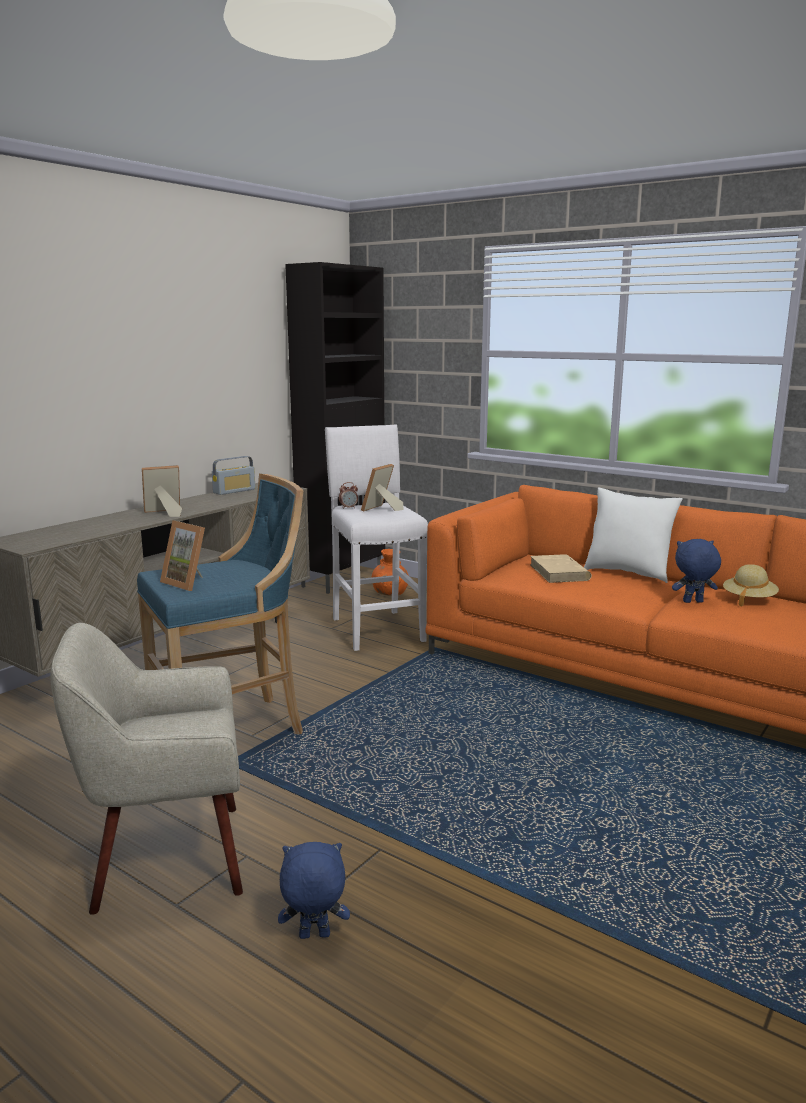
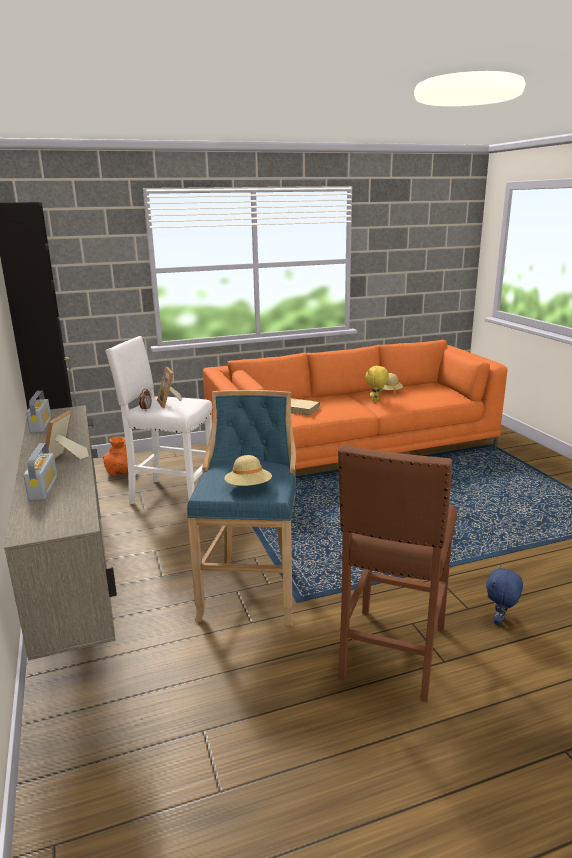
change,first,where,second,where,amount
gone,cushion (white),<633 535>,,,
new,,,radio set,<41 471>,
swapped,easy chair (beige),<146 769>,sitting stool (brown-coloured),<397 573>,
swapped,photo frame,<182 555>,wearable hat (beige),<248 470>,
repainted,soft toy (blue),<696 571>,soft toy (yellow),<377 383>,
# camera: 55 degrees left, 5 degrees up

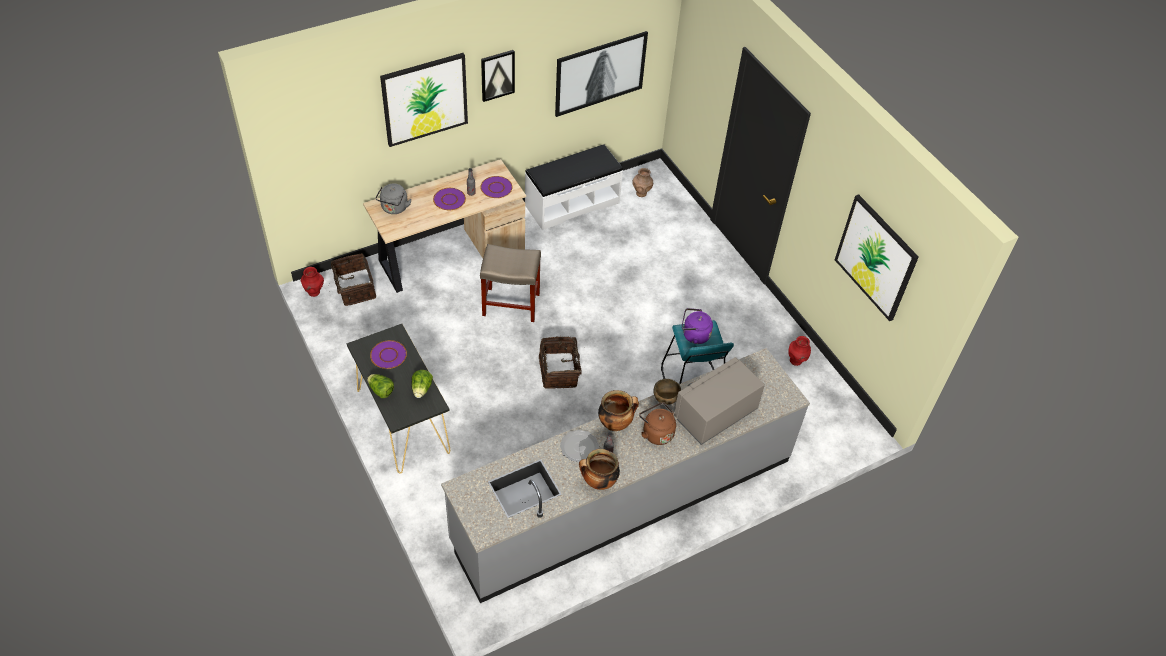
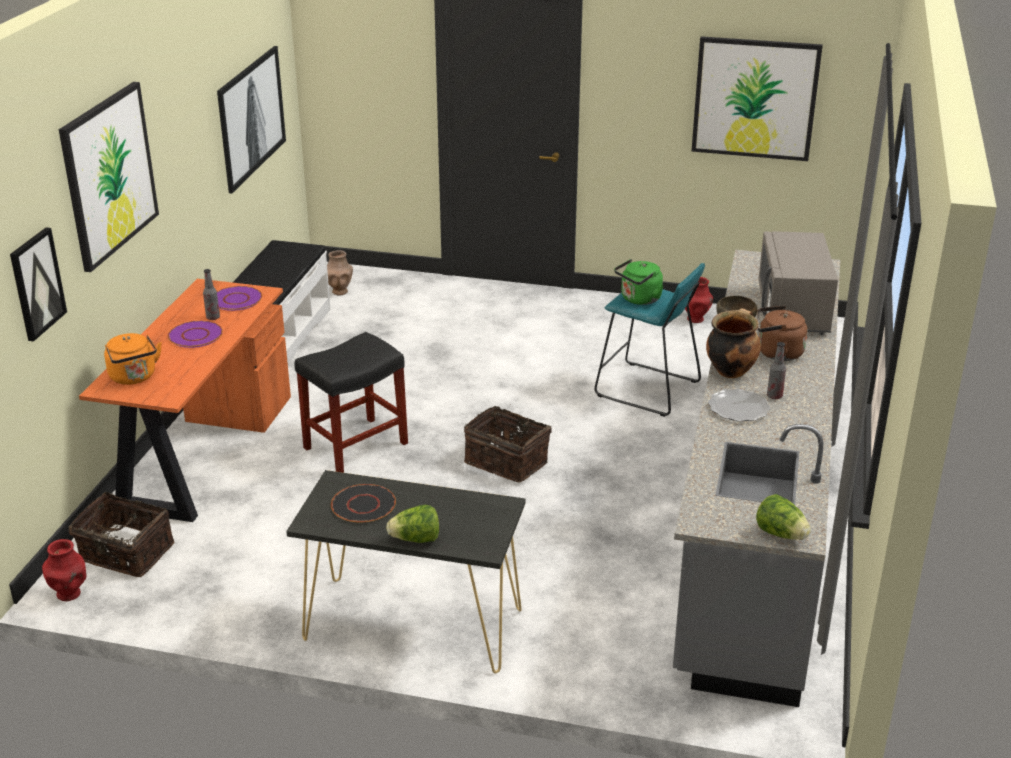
change,first,where,second,where,amount
gone,stockpot,<599 469>,,,
shifted,lettuce,<422 384>,,<783 517>,
shifted,wall picture,<498 76>,,<38 284>,
repainted,desk (beige),<444 226>,desk (orangey),<185 400>,
repainted,plate (purple),<388 354>,plate (black),<363 503>,
repainted,tea kettle (gray),<393 198>,tea kettle (orangey),<133 359>,
repainted,sitting stool (beige),<510 283>,sitting stool (black),<351 402>,
repainted,tea kettle (purple),<697 326>,tea kettle (green-coloured),<638 282>,
# camera: 45 degrees left, 20 degrees down

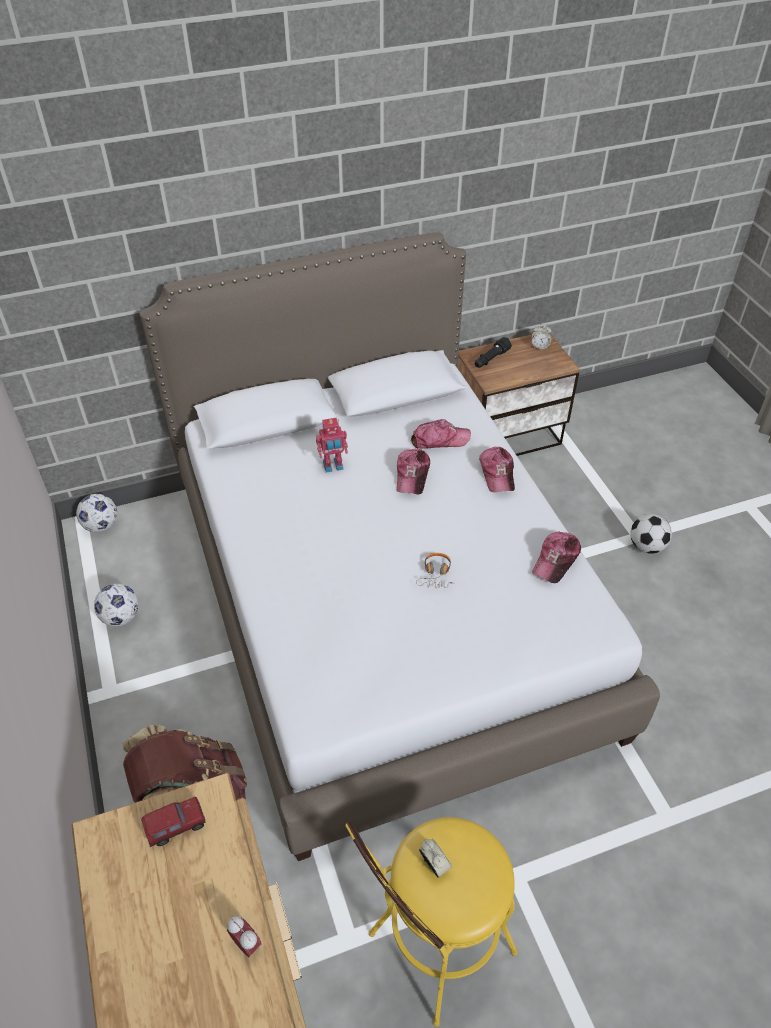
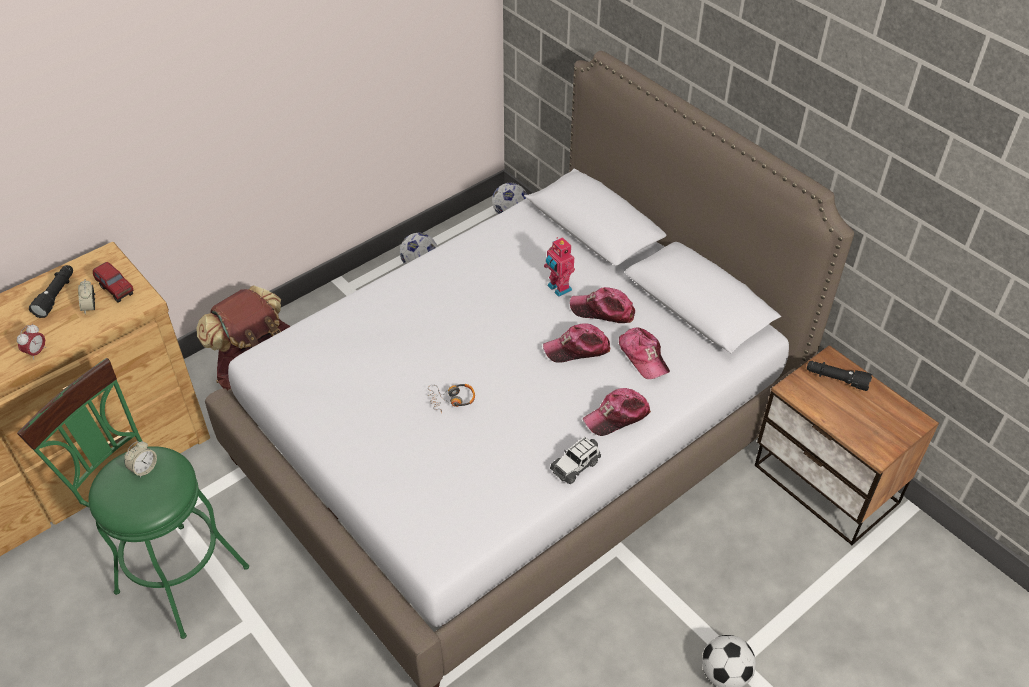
change,first,where,second,where,amount
new,,,flashlight (black),<51 291>,
new,,,toy car,<575 460>,
shifted,bedside clock,<542 336>,,<86 296>,
shifted,baseball cap,<556 557>,,<602 305>,
repainted,sitting stool (yellow),<431 922>,sitting stool (green-coloured),<133 498>,
# camera: 70 degrees right, 0 degrees up

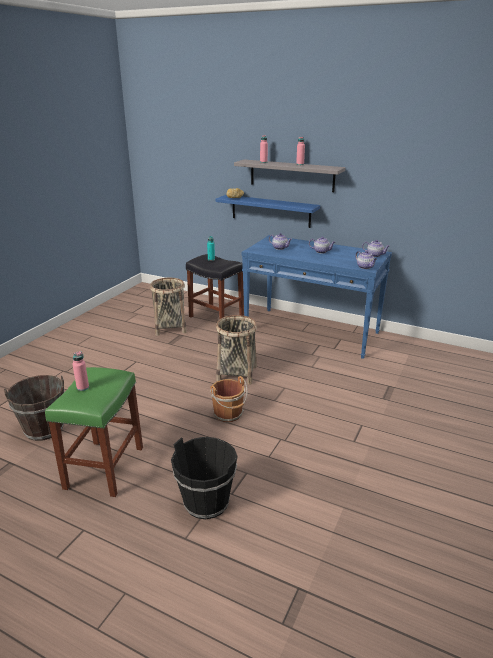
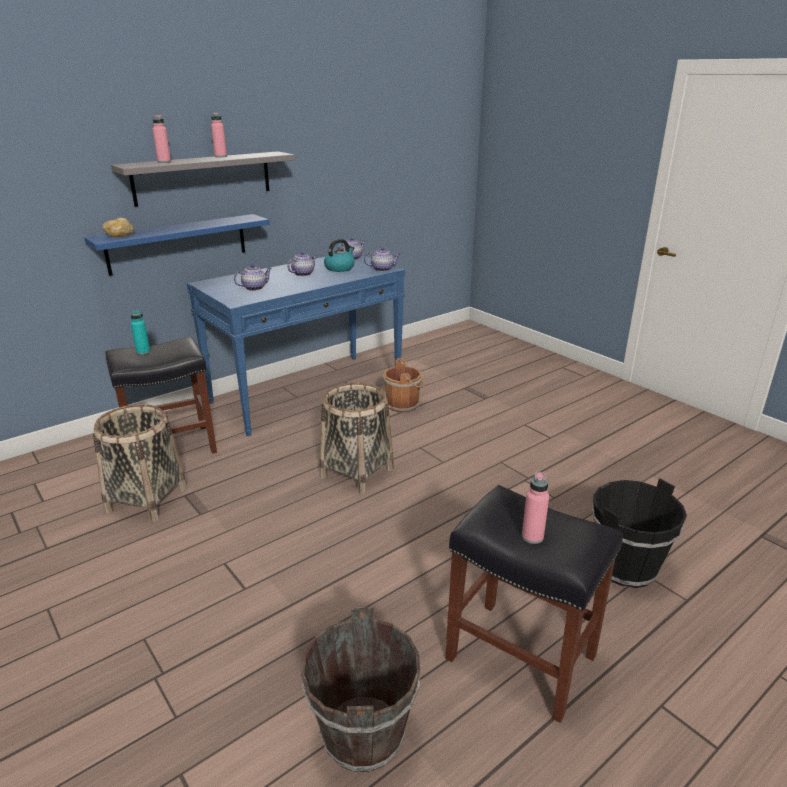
change,first,where,second,where,amount
new,,,tea kettle,<339 255>,
shifted,water bucket (brown-coloured),<228 399>,,<404 385>,
repainted,sitting stool (green-coloured),<94 432>,sitting stool (black),<534 604>,
# camera: 65 degrees left, 0 degrees up

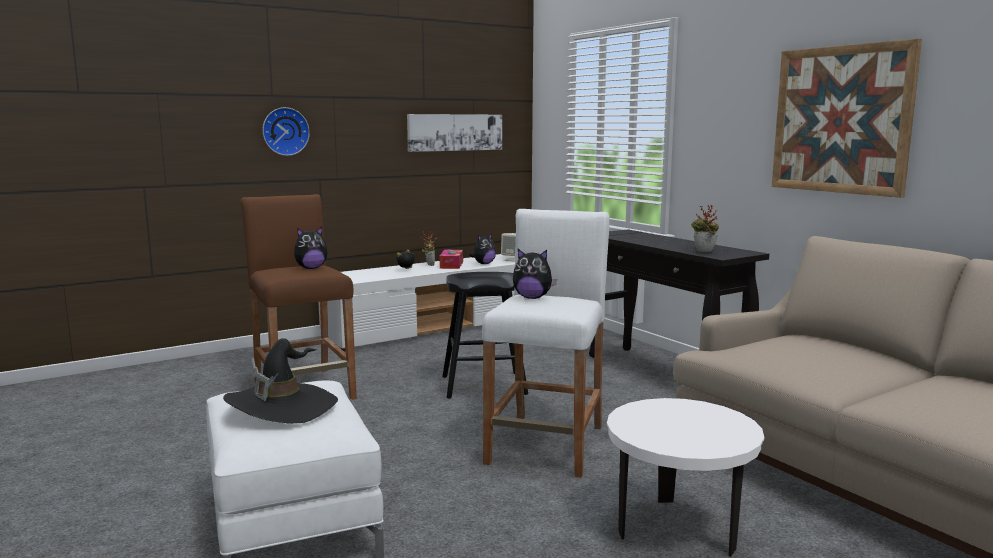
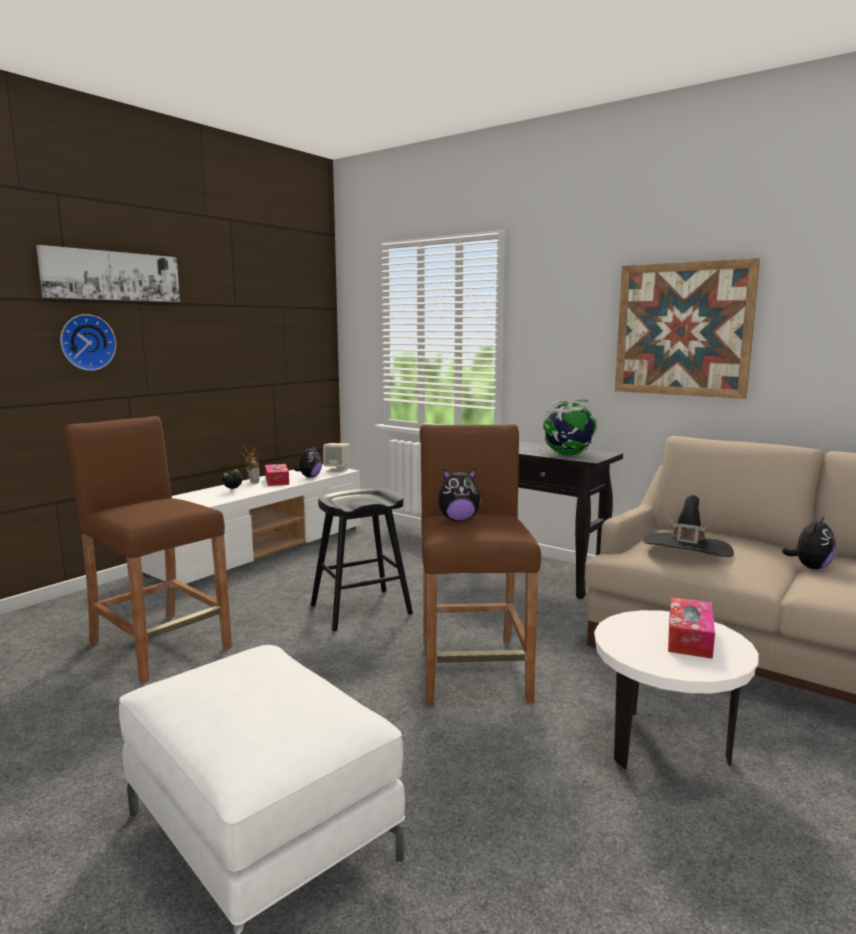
change,first,where,second,where,amount
new,,,box of tissues,<691 628>,
shifted,wearable hat (black),<280 380>,,<688 526>,
shifted,soft toy,<311 248>,,<809 542>,
shifted,wall picture,<454 133>,,<108 273>,
swapped,plant in a pot,<705 228>,globe,<570 427>,
repainted,sitting stool (white),<546 343>,sitting stool (brown-coloured),<480 565>,
# camera: 20 degrees left, 0 degrees up

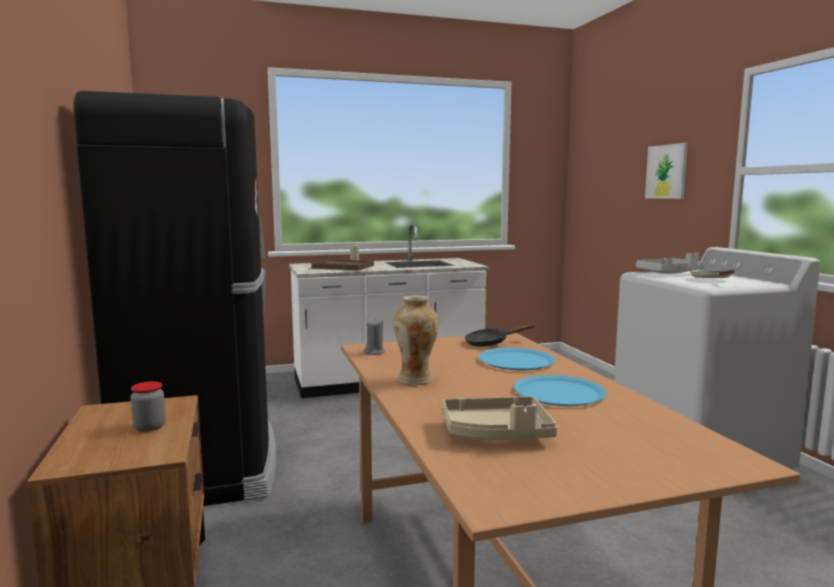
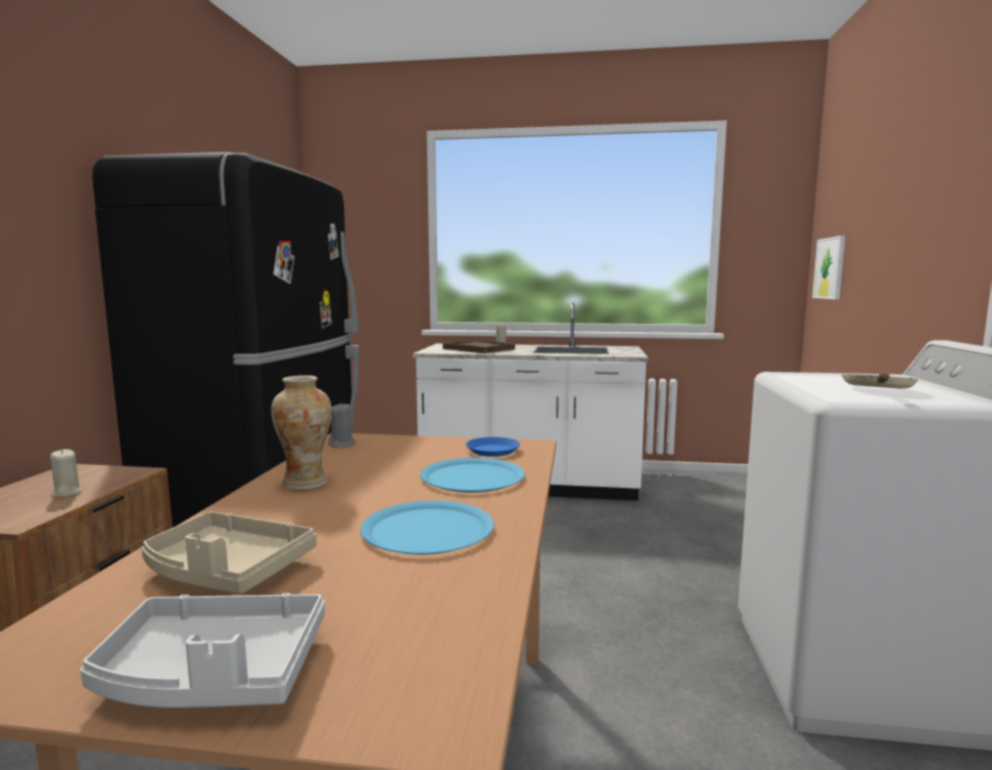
change,first,where,second,where,amount
shifted,carrying tray (gray),<670 263>,,<202 650>,
shifted,wall picture,<666 171>,,<828 268>,
swapped,storage jar,<148 406>,candle (beige),<66 473>,
swapped,skillet (black),<500 335>,plate (blue),<493 447>,
# camera: 25 degrees right, 0 degrees up

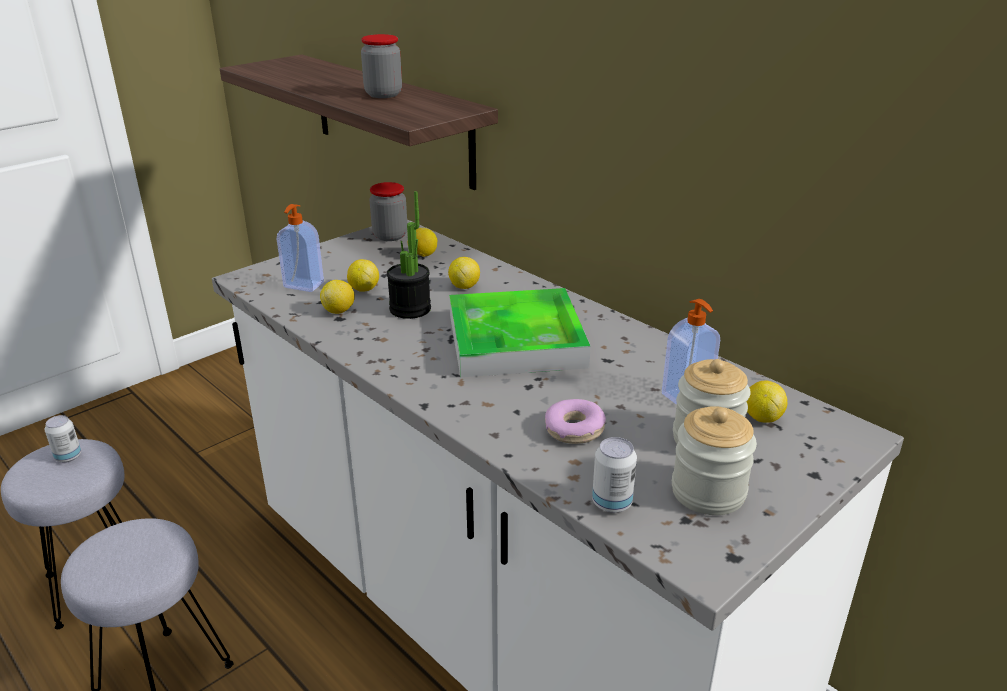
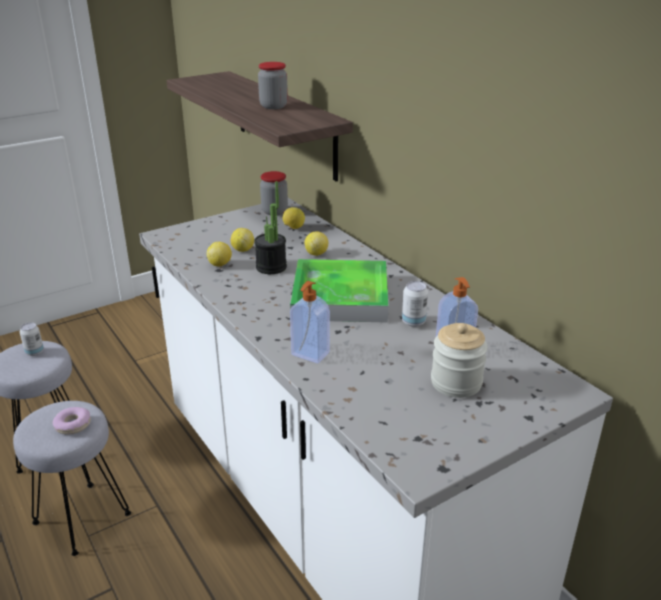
change,first,where,second,where,amount
gone,storage jar,<714 460>,,,
gone,citrus fruit,<766 402>,,,
shifted,soap dispenser,<300 248>,,<310 322>,
shifted,donut,<575 421>,,<71 420>,
shifted,sealed can,<614 475>,,<415 304>,
# camera: 10 degrees right, 0 degrees up

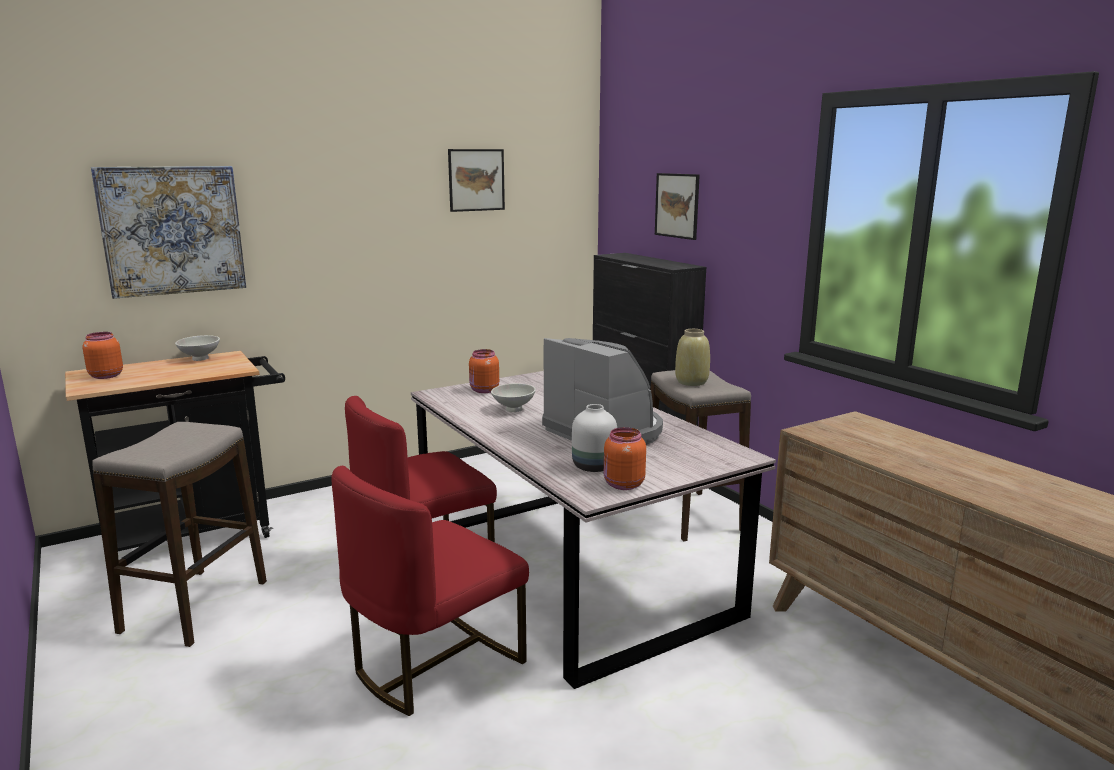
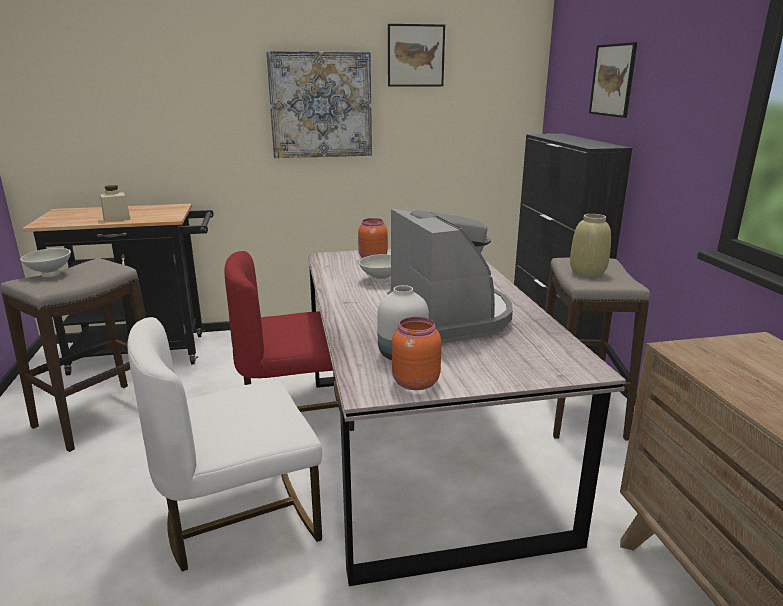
change,first,where,second,where,amount
gone,storage jar (orangey),<103 355>,,,
new,,,storage jar (beige),<115 203>,
shifted,wall picture,<168 232>,,<319 104>,
shifted,bowl (white),<197 348>,,<45 262>,
repainted,upright chair (red),<430 591>,upright chair (white),<224 444>,
# camera: 20 degrees right, 5 degrees up

